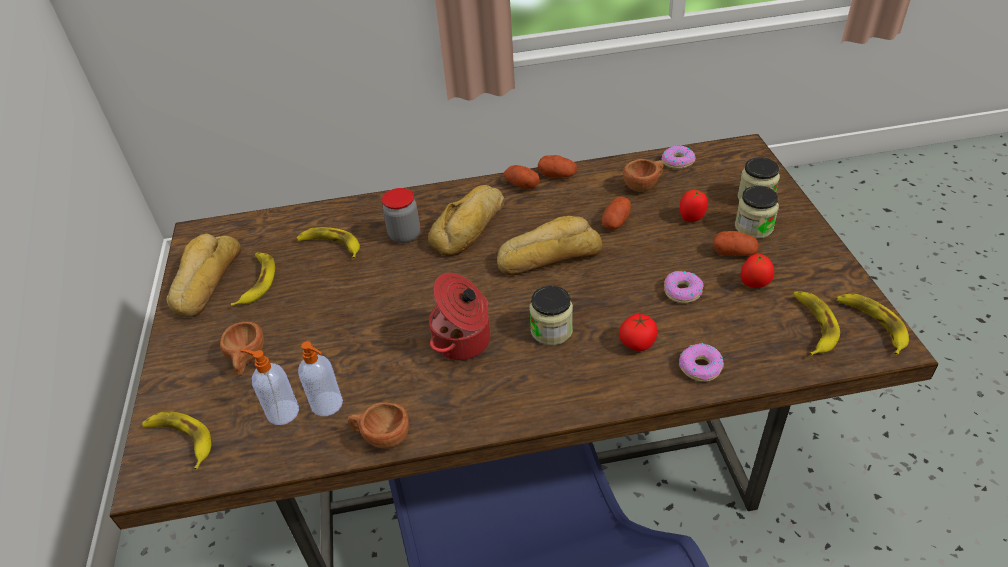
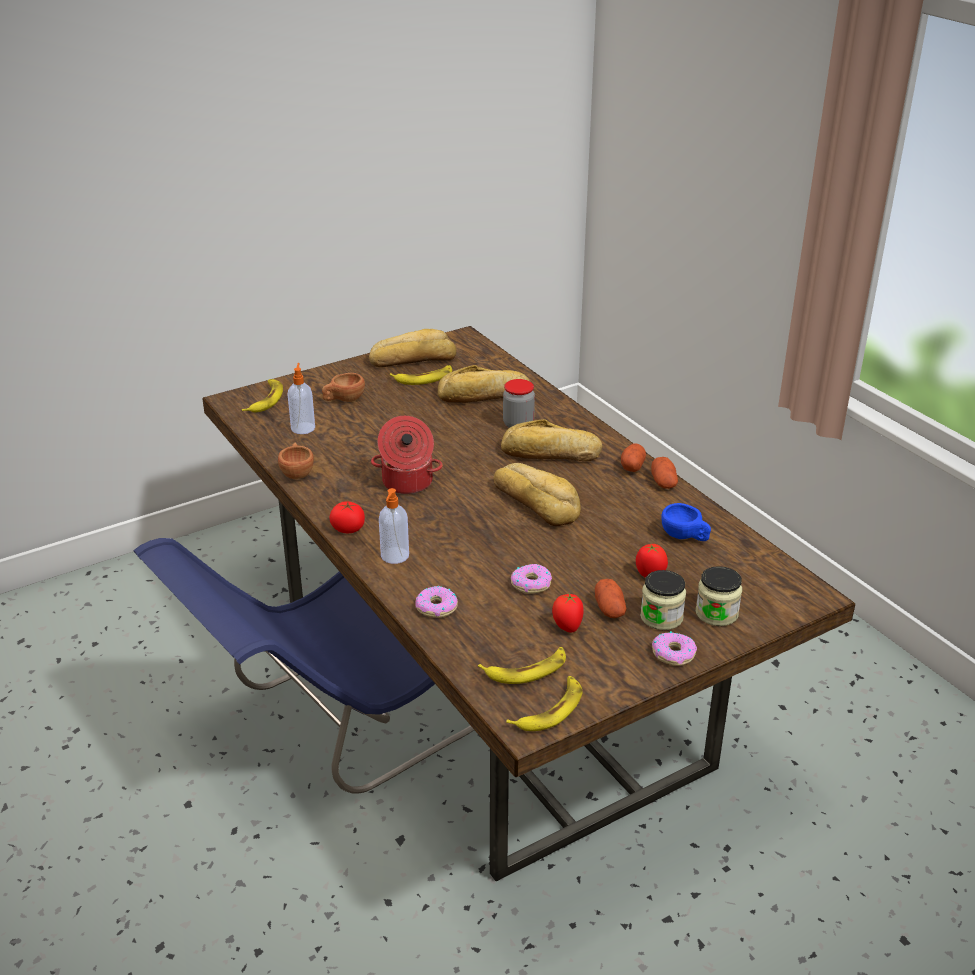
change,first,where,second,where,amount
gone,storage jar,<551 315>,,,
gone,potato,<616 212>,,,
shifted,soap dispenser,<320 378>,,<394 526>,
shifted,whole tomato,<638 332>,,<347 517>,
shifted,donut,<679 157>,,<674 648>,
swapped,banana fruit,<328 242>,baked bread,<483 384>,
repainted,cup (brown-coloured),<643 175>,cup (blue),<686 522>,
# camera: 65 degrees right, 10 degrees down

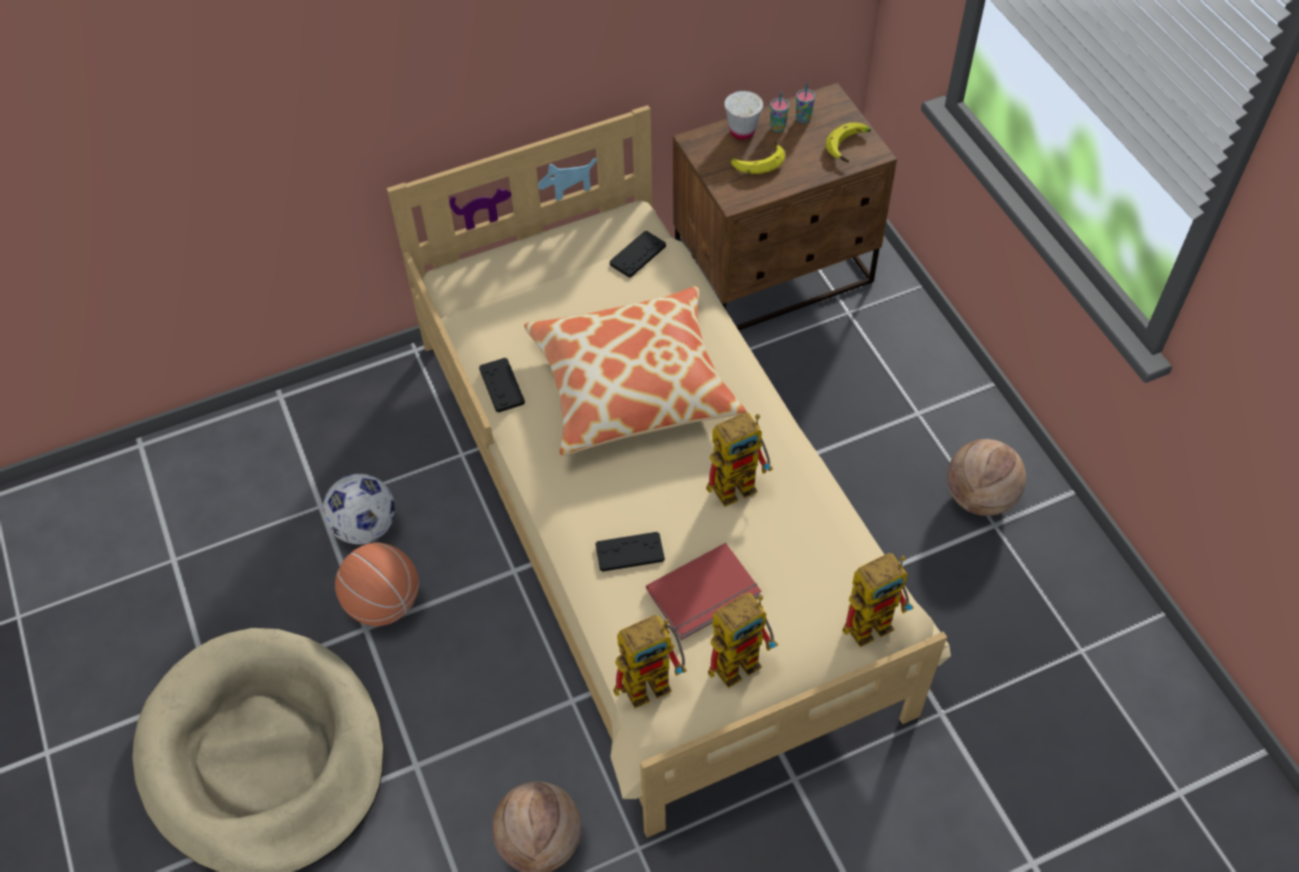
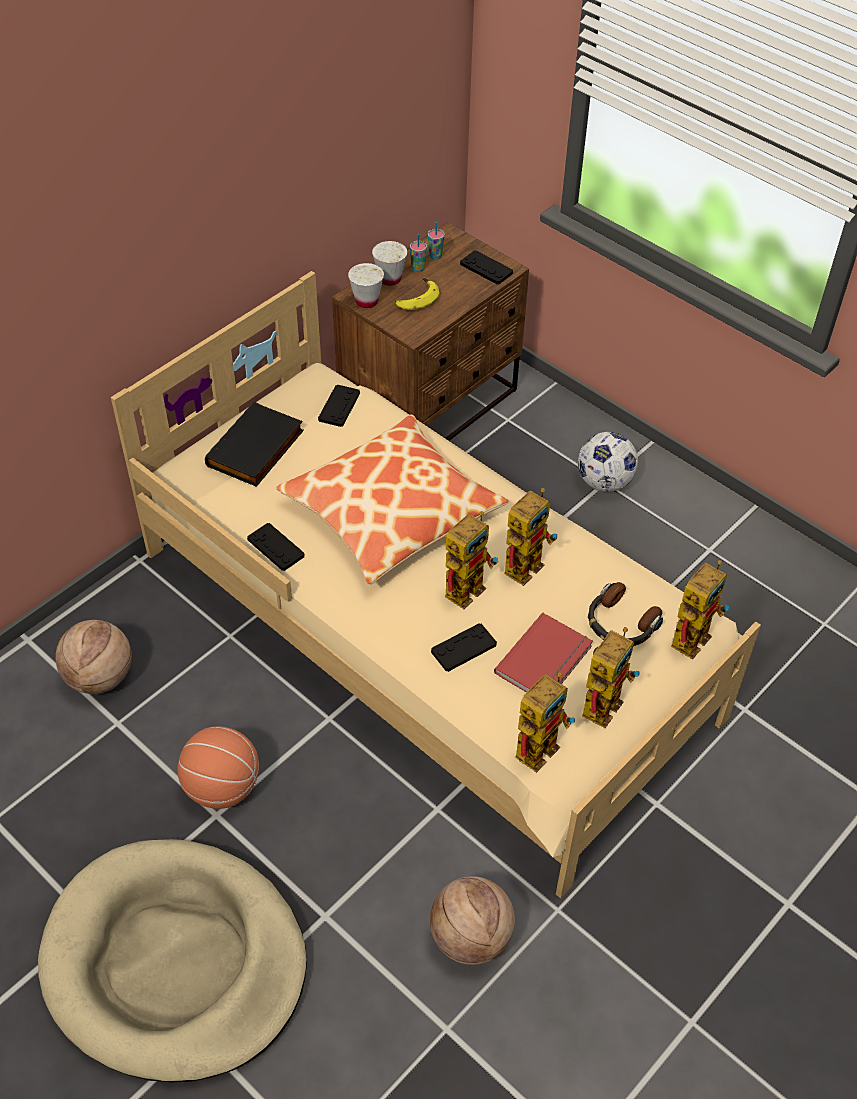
change,first,where,second,where,amount
new,,,book (black),<254 444>,
new,,,cup (white),<366 285>,
new,,,toy robot,<471 560>,
new,,,headset,<625 614>,
shifted,ball for football,<359 509>,,<608 462>,
shifted,ball for basketball,<986 477>,,<93 657>,
swapped,banana fruit,<848 142>,gamepad (black),<486 267>,
# camera: 25 degrees left, 5 degrees down

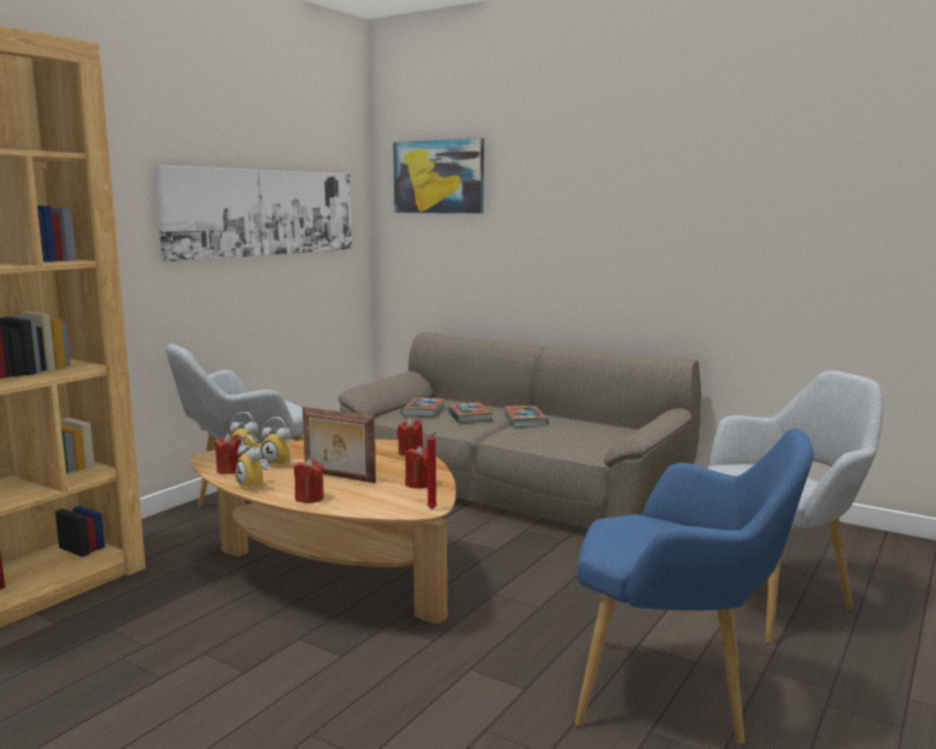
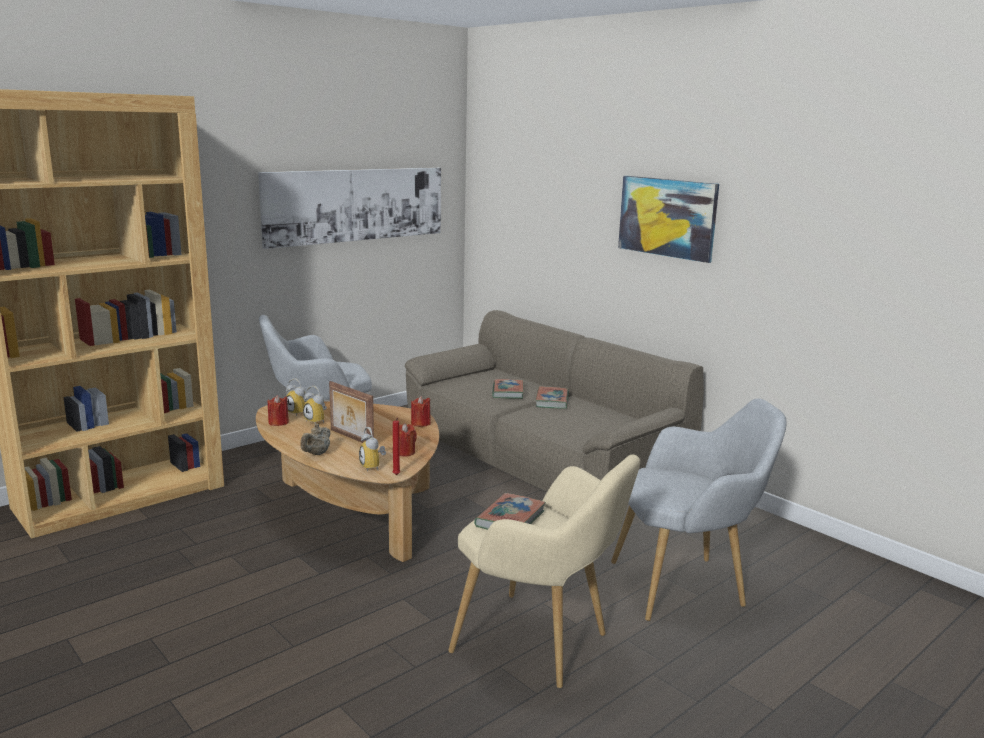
change,first,where,second,where,amount
shifted,bedside clock,<252 462>,,<372 449>,
shifted,wall picture,<438 175>,,<668 219>,
shifted,book,<423 407>,,<510 511>,
swapped,candle (red),<309 480>,pot for tea (beige),<315 439>,
repainted,easy chair (blue),<694 586>,easy chair (beige),<544 571>,
# camera: 15 degrees right, 5 degrees up

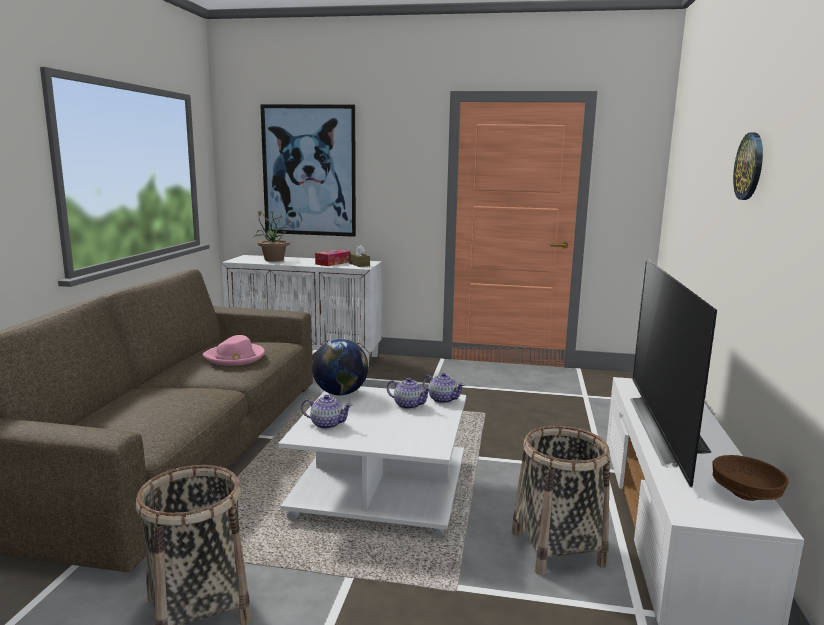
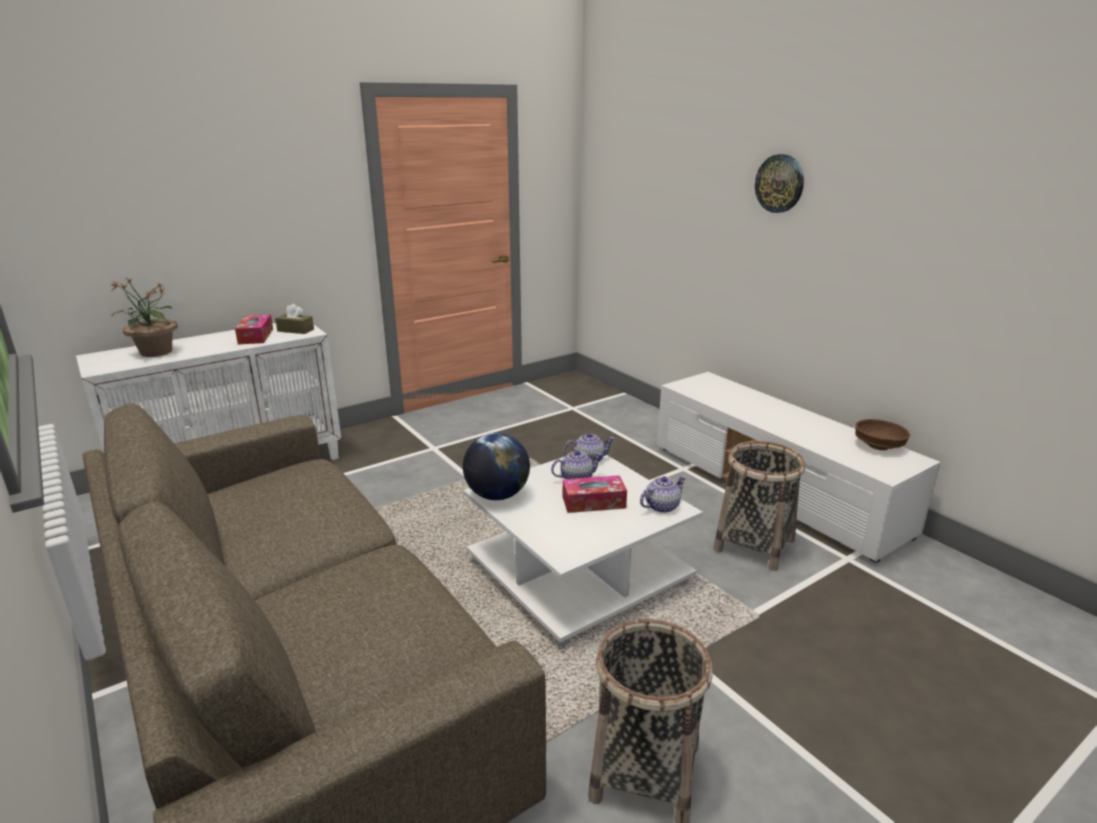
change,first,where,second,where,amount
gone,wearable hat (pink),<233 350>,,,
gone,wall picture,<308 170>,,,
gone,TV set,<673 373>,,,
new,,,box of tissues,<595 494>,
shifted,pot for tea,<327 412>,,<663 494>,
# camera: 45 degrees left, 10 degrees up

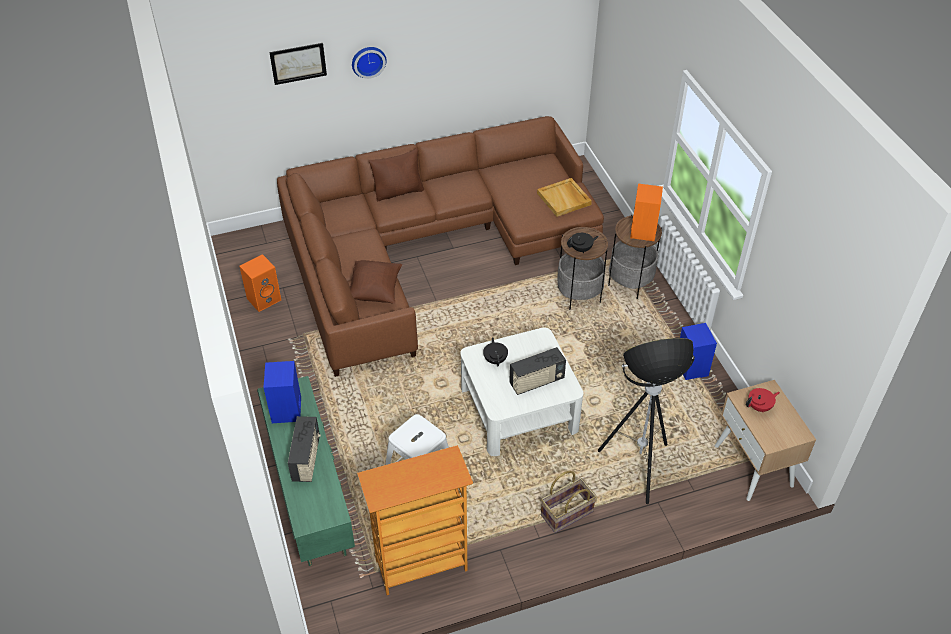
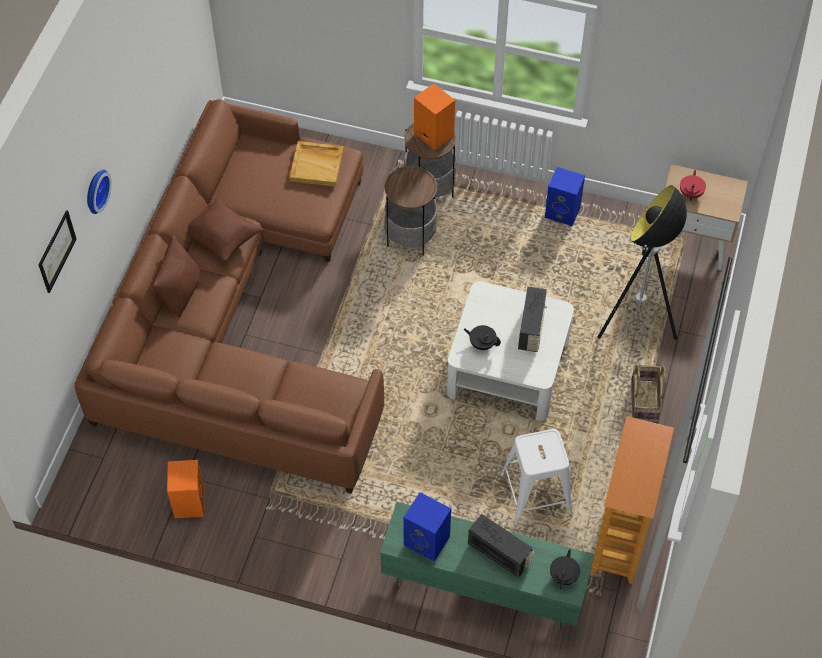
change,first,where,second,where,amount
shifted,cushion (brown-coloured),<376 282>,,<225 229>,
shifted,pot for tea (black),<583 243>,,<565 569>,
# camera: 55 degrees left, 10 degrees up

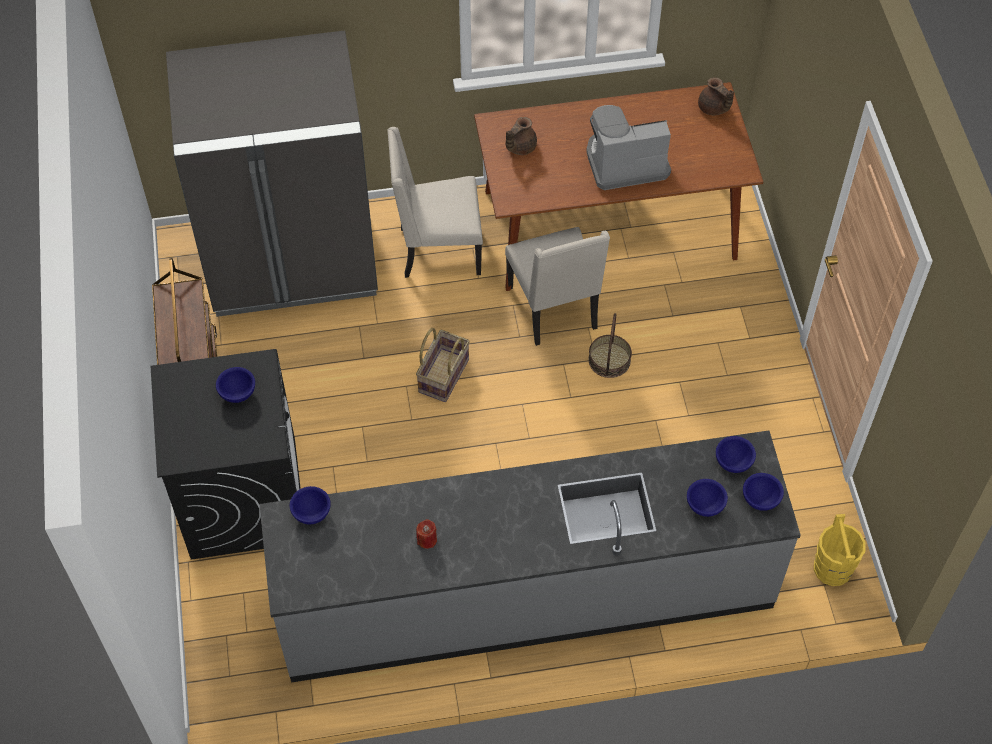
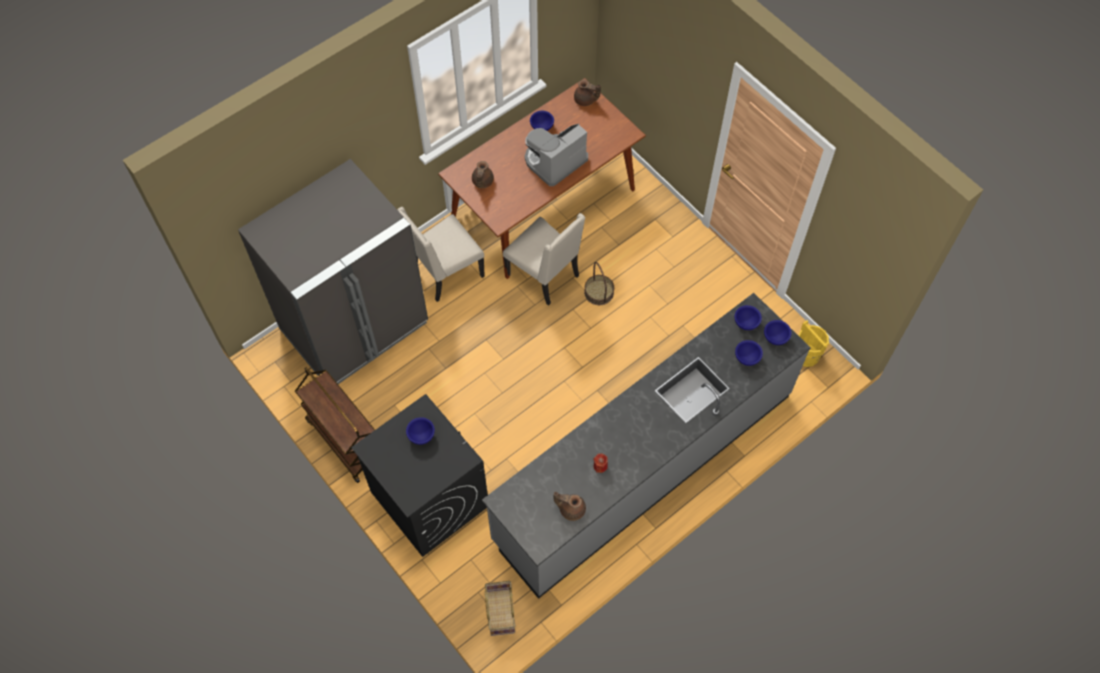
change,first,where,second,where,amount
new,,,pot for tea (brown-coloured),<569 506>,
shifted,bowl (blue),<310 505>,,<542 121>,
shifted,household basket,<443 365>,,<500 608>,
# camera: 30 degrees left, 5 degrees up

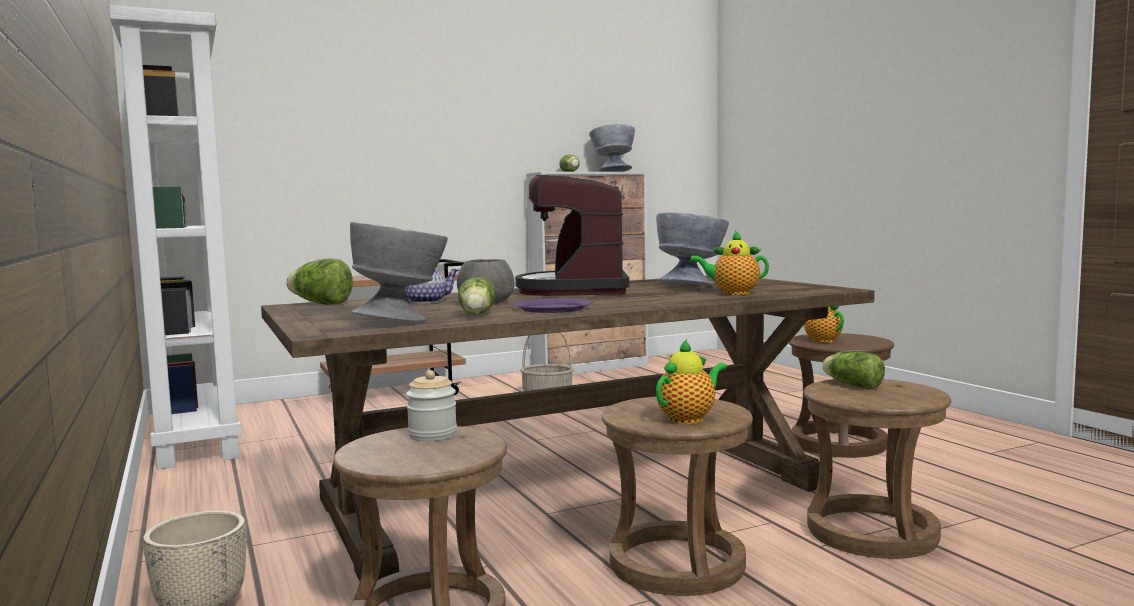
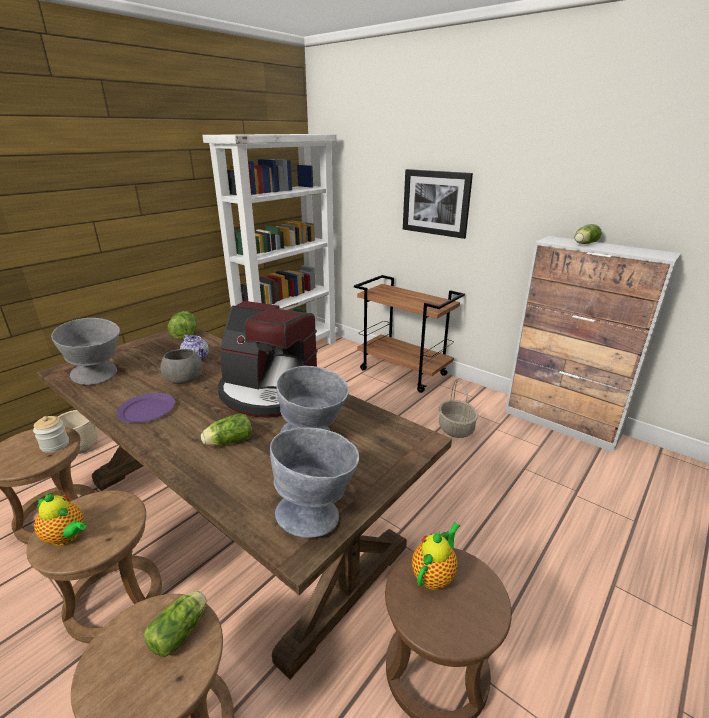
change,first,where,second,where,amount
gone,pot for tea,<729 263>,,,
new,,,wall picture,<438 204>,
shifted,lettuce,<476 296>,,<226 429>,
shifted,bowl (gray),<612 148>,,<314 483>,
rotated,coffee machine,<572 235>,,<268 359>,135 degrees counterclockwise
# camera: 65 degrees right, 20 degrees up

